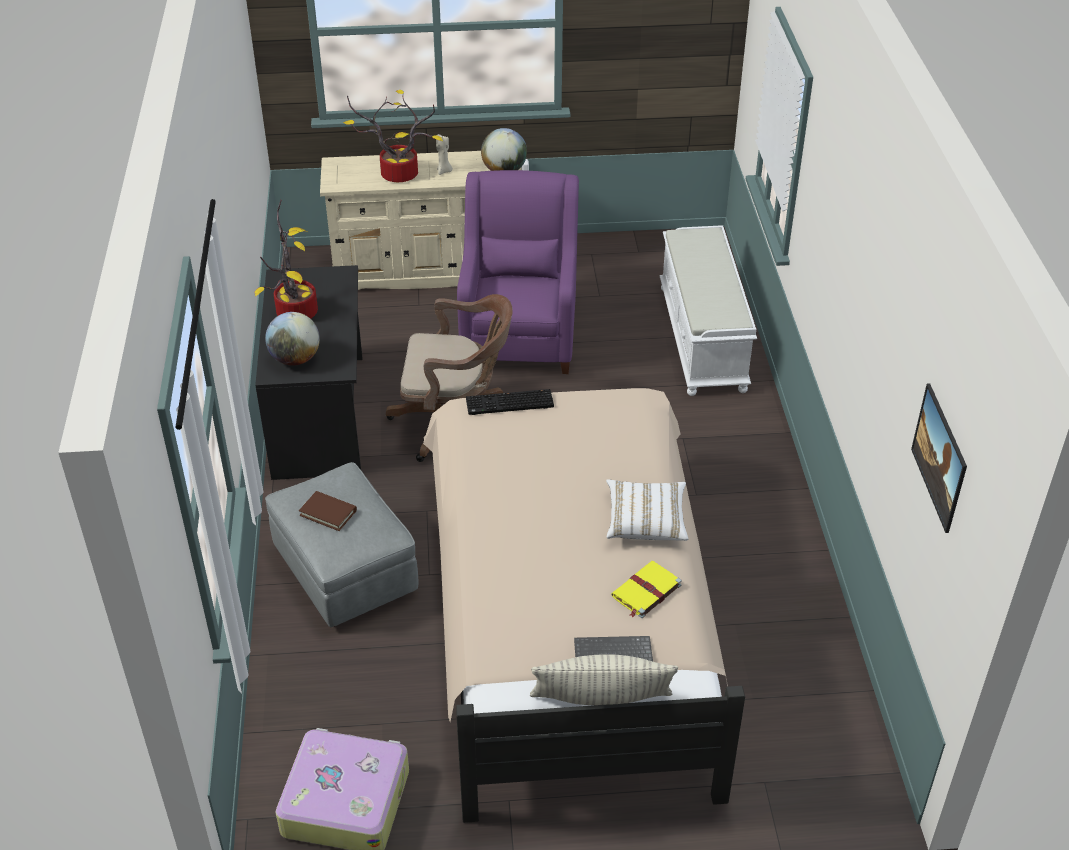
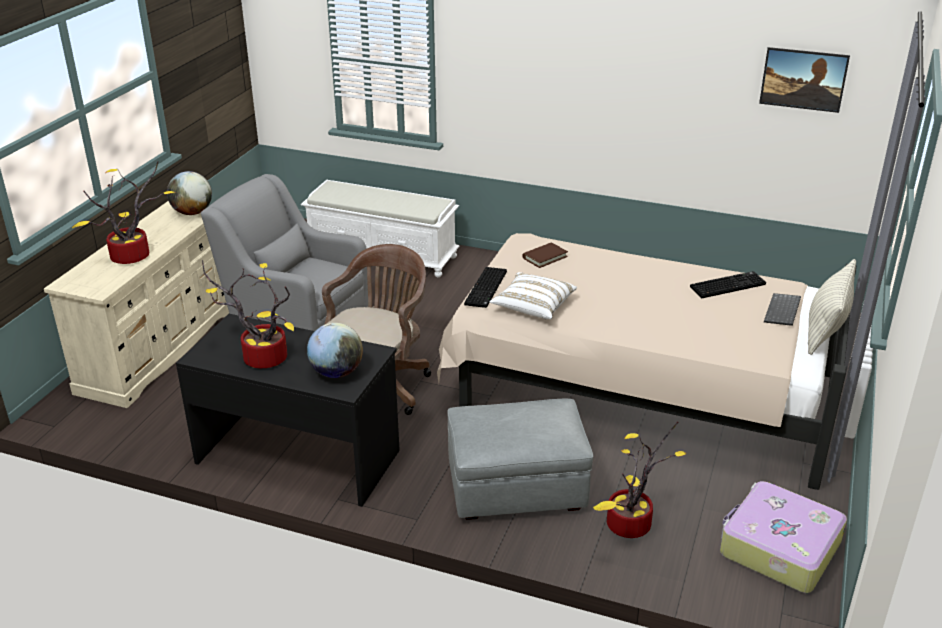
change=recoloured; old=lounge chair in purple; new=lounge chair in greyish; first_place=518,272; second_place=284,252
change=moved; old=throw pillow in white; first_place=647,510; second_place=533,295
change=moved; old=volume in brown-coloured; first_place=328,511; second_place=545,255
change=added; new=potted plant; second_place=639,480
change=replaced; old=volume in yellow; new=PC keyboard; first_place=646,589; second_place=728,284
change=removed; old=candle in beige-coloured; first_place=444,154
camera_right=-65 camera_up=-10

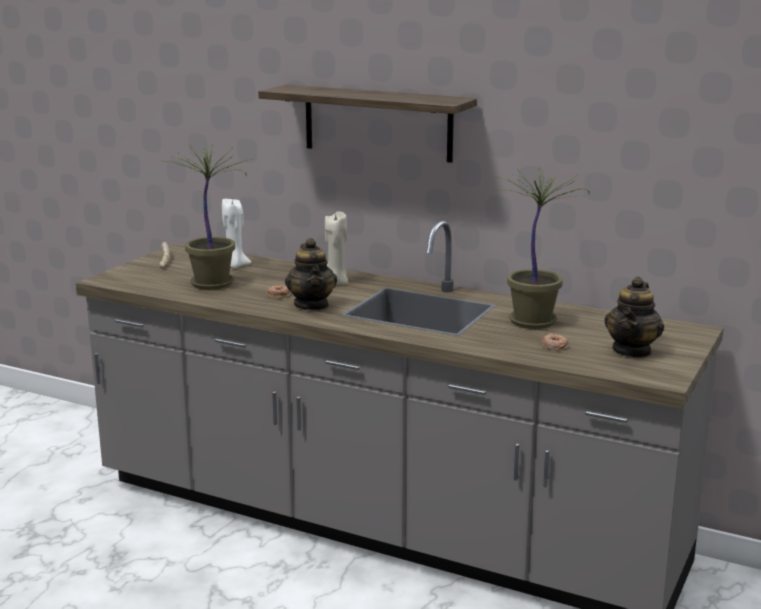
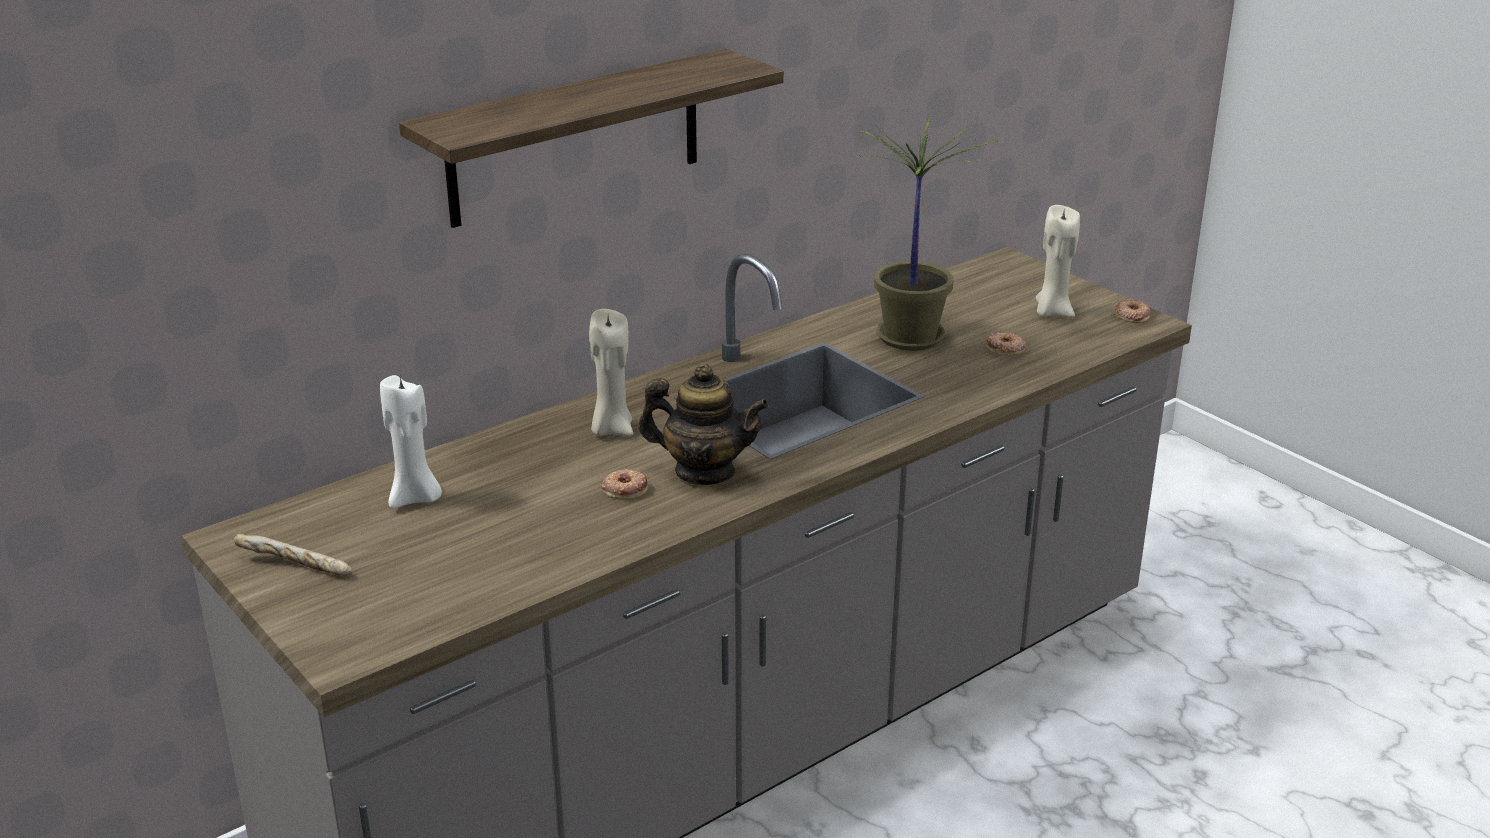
change=replaced; old=tea pot; new=candle in beige-coloured; first_place=634,317; second_place=1058,261
change=added; new=donut; second_place=1133,311
change=removed; old=potted plant; first_place=207,217
camera_right=-65 camera_up=10

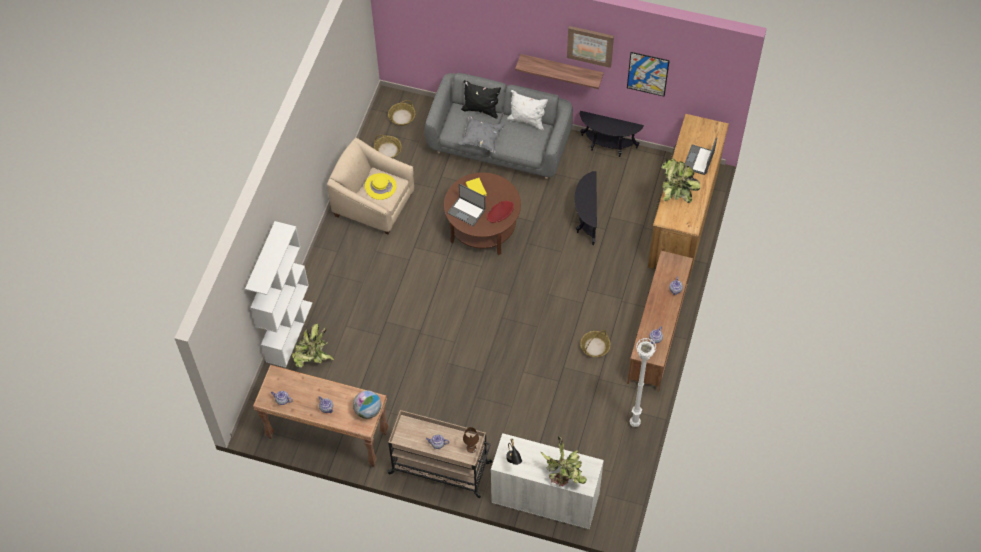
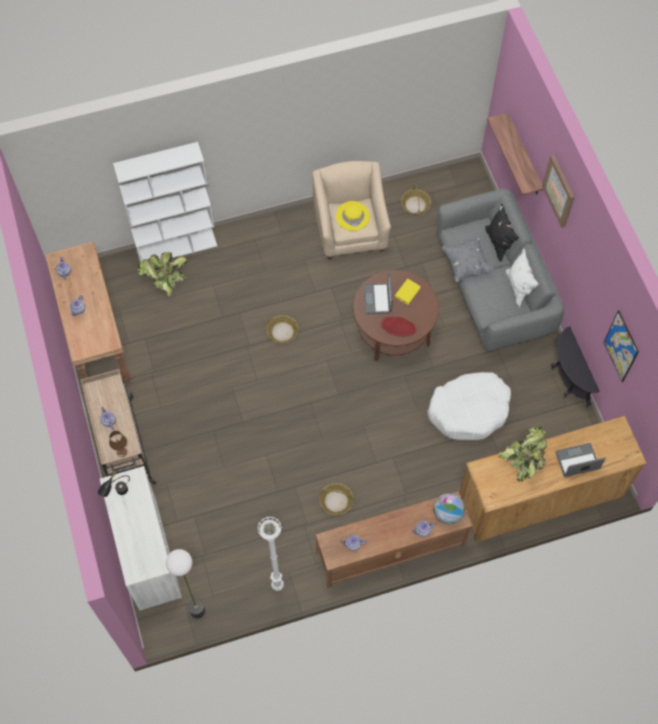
change=added; new=standard lamp; second_place=185,583
change=moved; old=household basket; first_place=401,113; second_place=282,329
change=replaced; old=end table in black; new=dog cushion in white; first_place=585,208; second_place=469,406
change=moved; old=world globe; first_place=367,404; second_place=449,509
change=moved; old=shelf; first_place=559,71; second_place=515,154
change=moved; old=picture; first_place=590,47; second_place=558,191
change=removed; old=potted plant; first_place=564,461
camera_right=55 camera_up=5

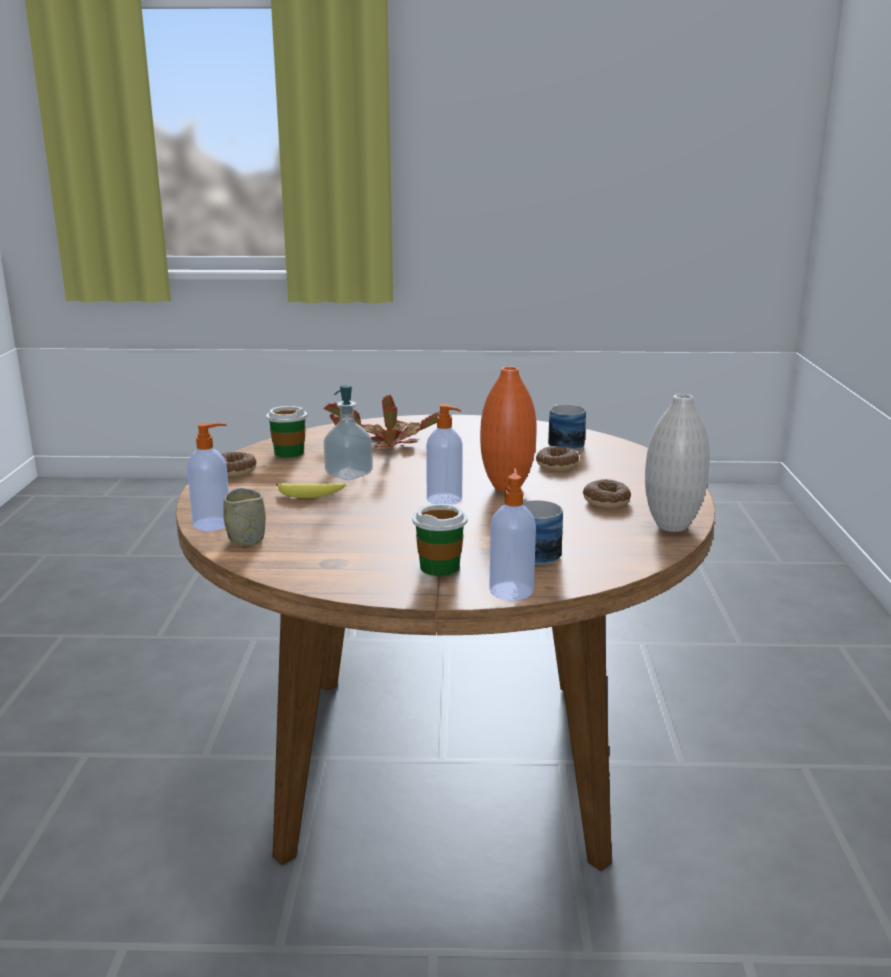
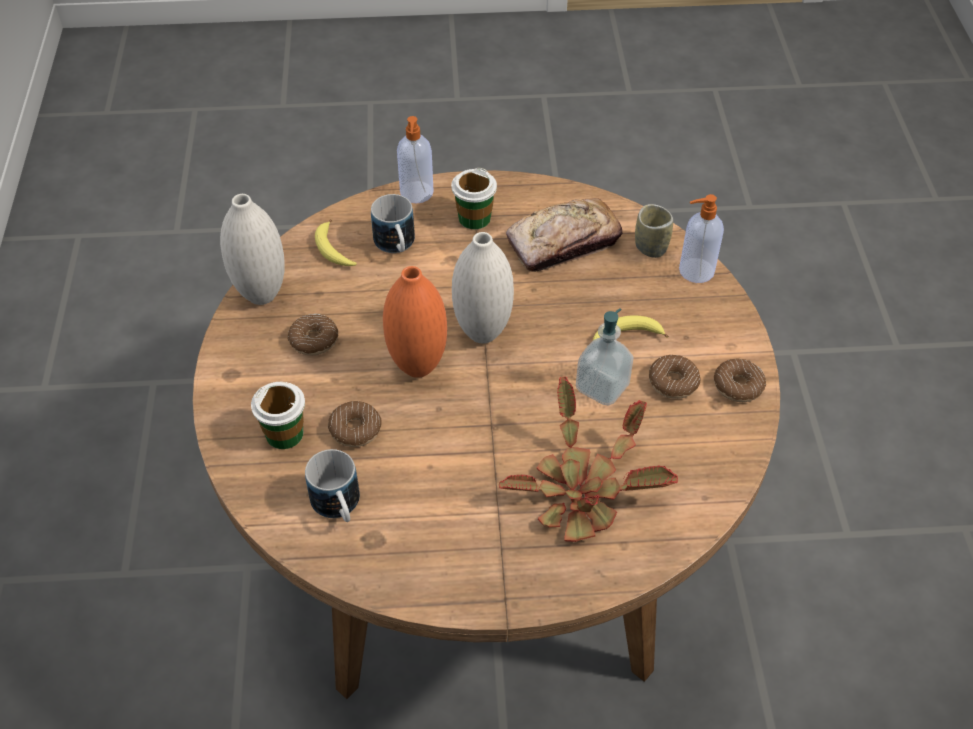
change=moved; old=small cup; first_place=286,432; second_place=278,415
change=added; new=banana; second_place=336,242
change=replaced; old=soap dispenser; new=vase in white; first_place=444,454; second_place=483,287
change=added; new=bakery bread; second_place=564,235
change=added; new=donut; second_place=675,377
camera_right=175 camera_up=30

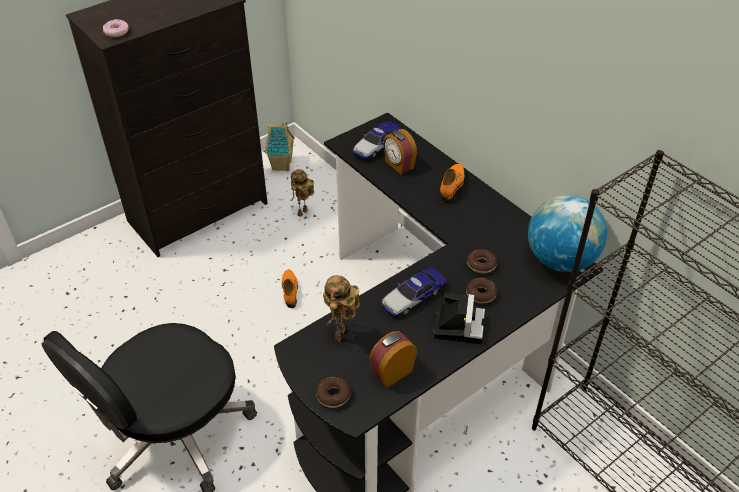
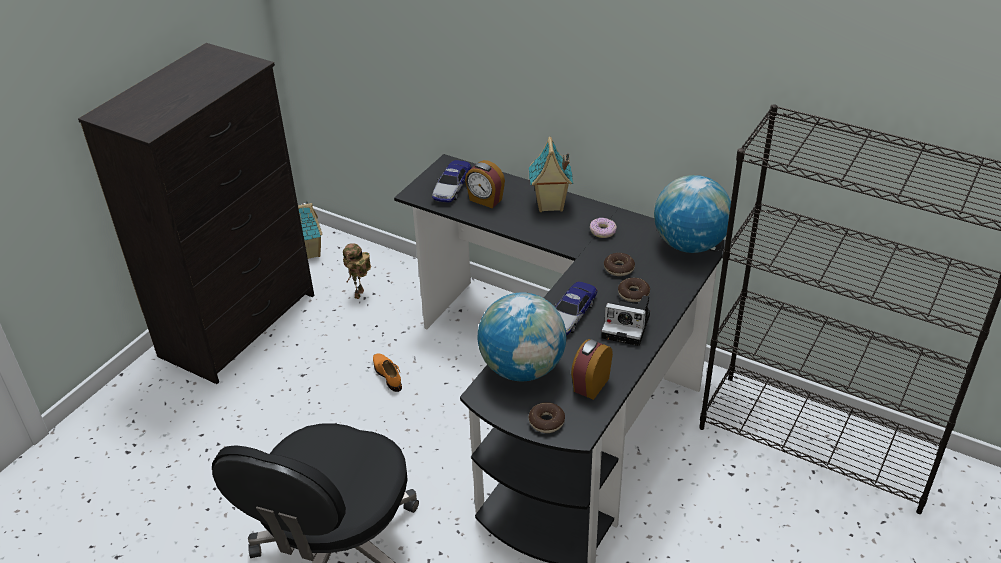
change=replaced; old=model robot; new=world globe; first_place=341,308; second_place=522,336
change=replaced; old=shoe in orangey; new=toy house; first_place=452,183; second_place=551,174
change=moved; old=donut; first_place=116,28; second_place=603,228
change=turned; old=photo camera; first_place=459,318; second_place=625,320; degrees=120
camera_right=-20 camera_up=-5

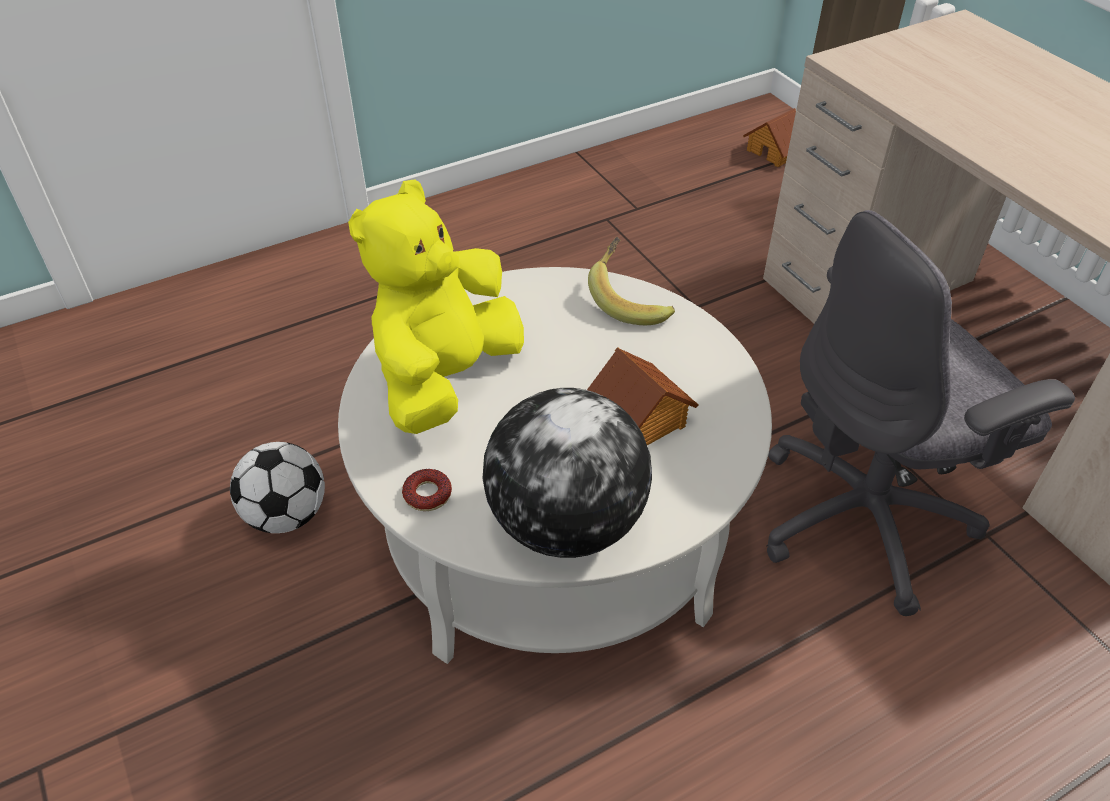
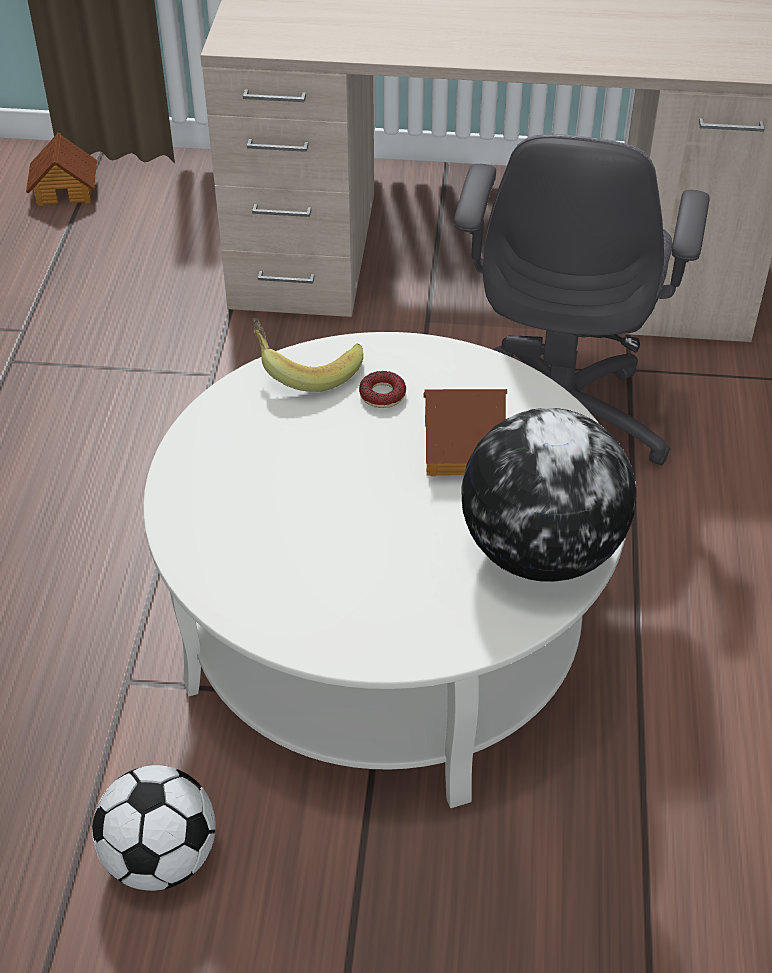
change=moved; old=donut; first_place=427,490; second_place=382,389
change=removed; old=cuddly toy in yellow; first_place=436,306
camera_right=-55 camera_up=0

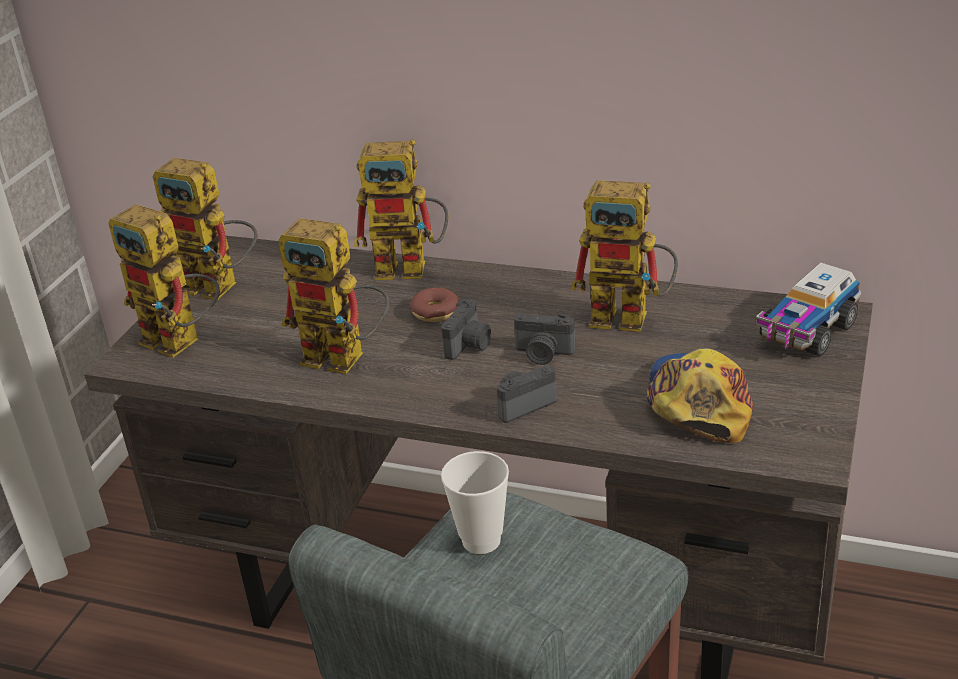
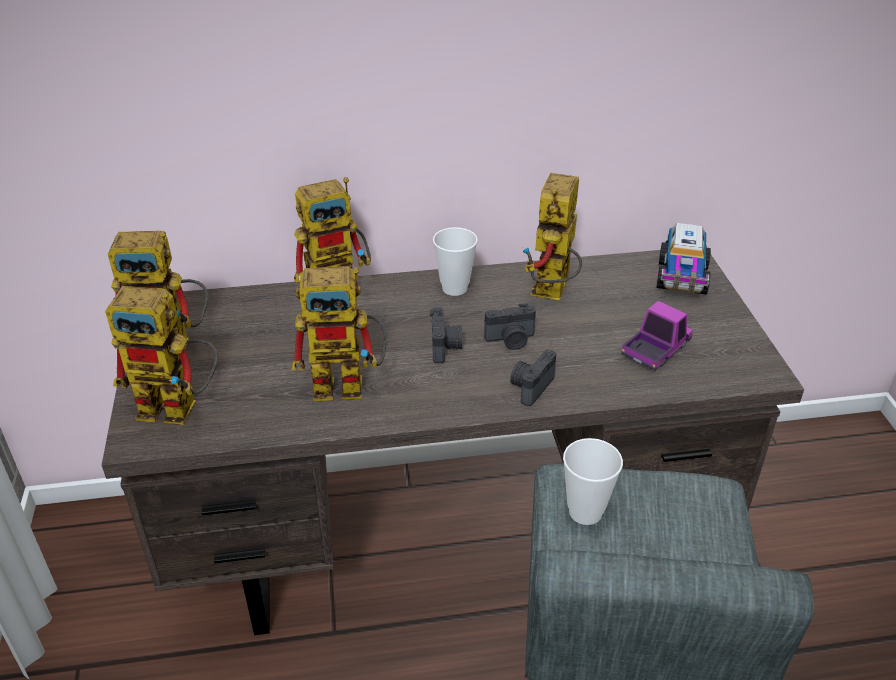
change=added; new=small cup; second_place=455,261
change=turned; old=model robot; first_place=624,256; second_place=552,236; degrees=120
change=replaced; old=baseball cap; new=toy truck; first_place=700,395; second_place=657,336
change=removed; old=donut; first_place=434,305
camera_right=-30 camera_up=5

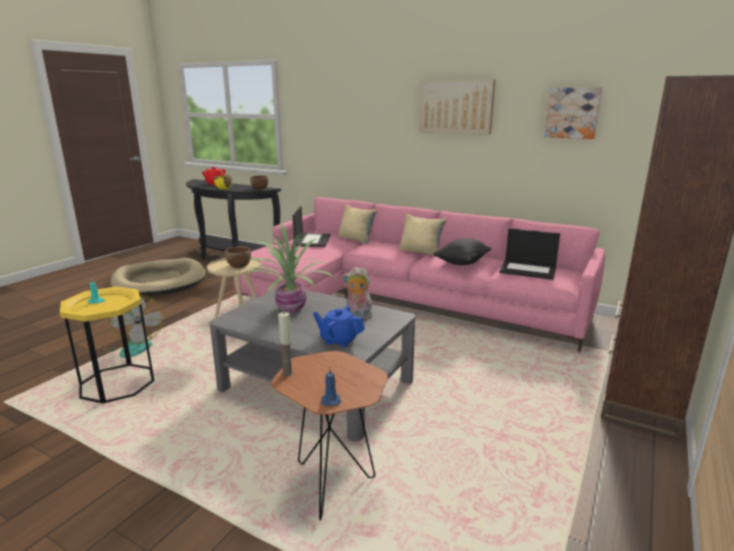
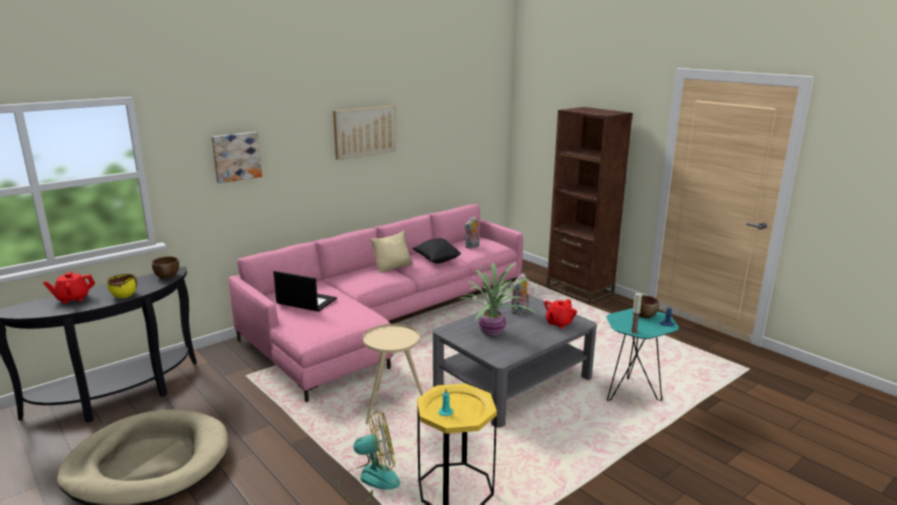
change=moved; old=picture; first_place=573,113; second_place=236,157
change=replaced; old=notebook computer; new=cuddly toy; first_place=529,254; second_place=471,232
change=recoloured; old=tea pot in bluish; new=tea pot in red-coloured; first_place=339,326; second_place=560,314
change=recoloured; old=end table in brown-coloured; new=end table in turquoise-coloured; first_place=329,435; second_place=642,354
change=moved; old=serving bowl in brown-coloured; first_place=238,257; second_place=646,306
change=removed; old=throw pillow in beige-coloured; first_place=357,224
camera_right=-70 camera_up=0

